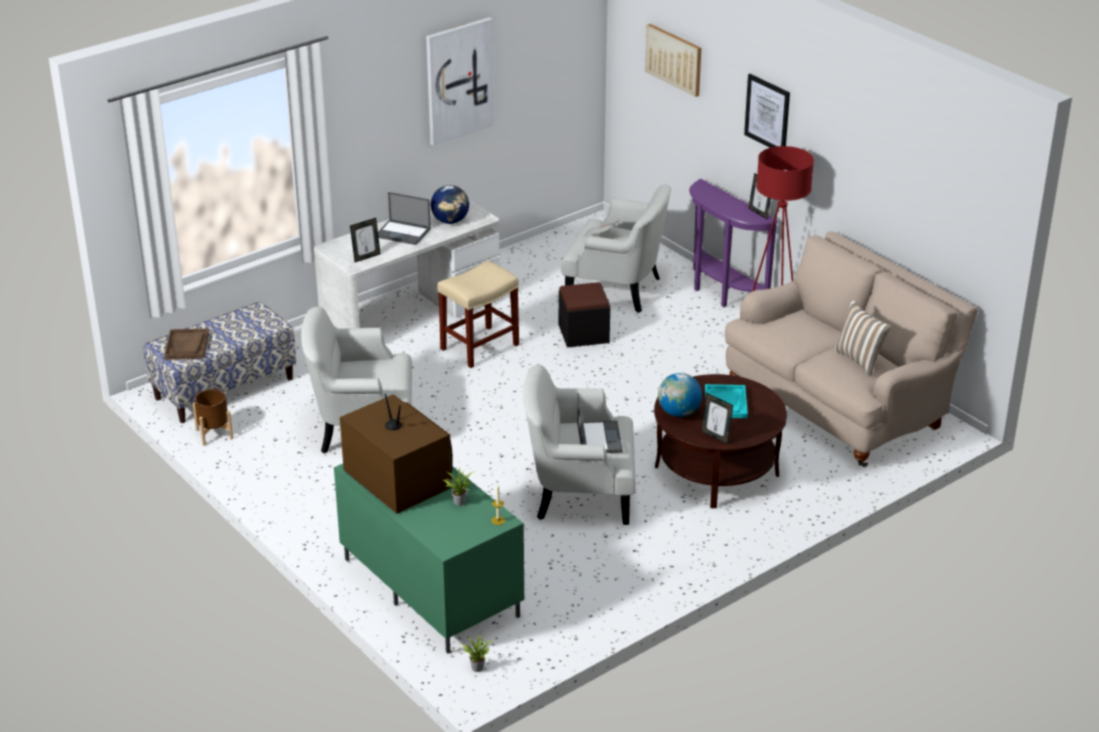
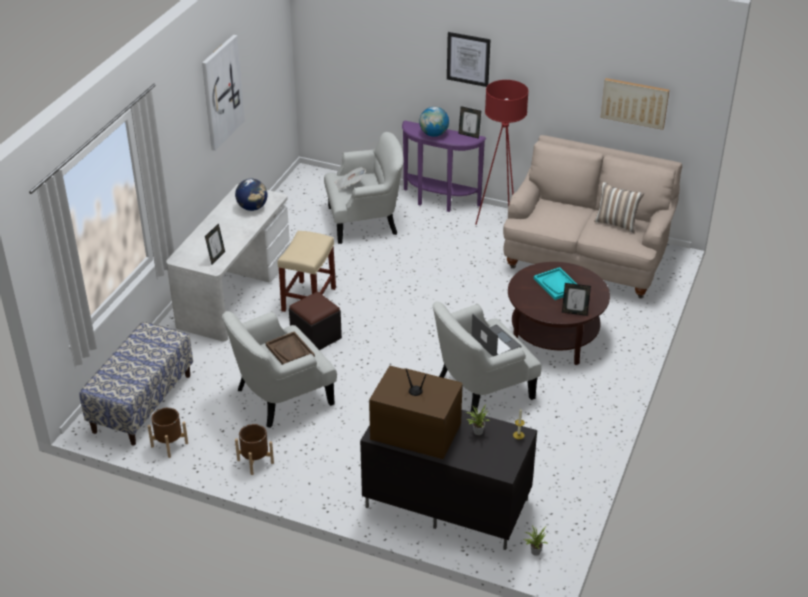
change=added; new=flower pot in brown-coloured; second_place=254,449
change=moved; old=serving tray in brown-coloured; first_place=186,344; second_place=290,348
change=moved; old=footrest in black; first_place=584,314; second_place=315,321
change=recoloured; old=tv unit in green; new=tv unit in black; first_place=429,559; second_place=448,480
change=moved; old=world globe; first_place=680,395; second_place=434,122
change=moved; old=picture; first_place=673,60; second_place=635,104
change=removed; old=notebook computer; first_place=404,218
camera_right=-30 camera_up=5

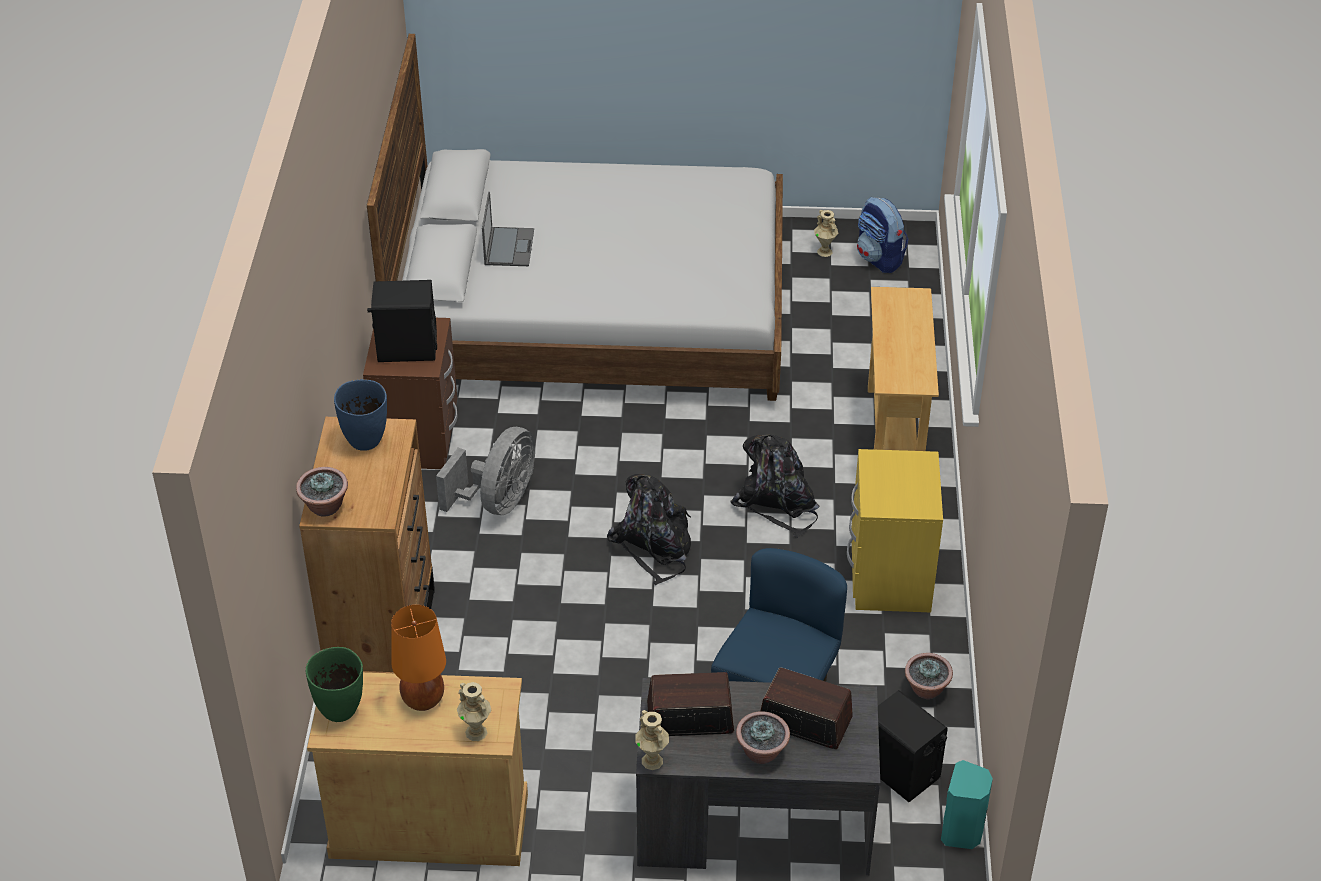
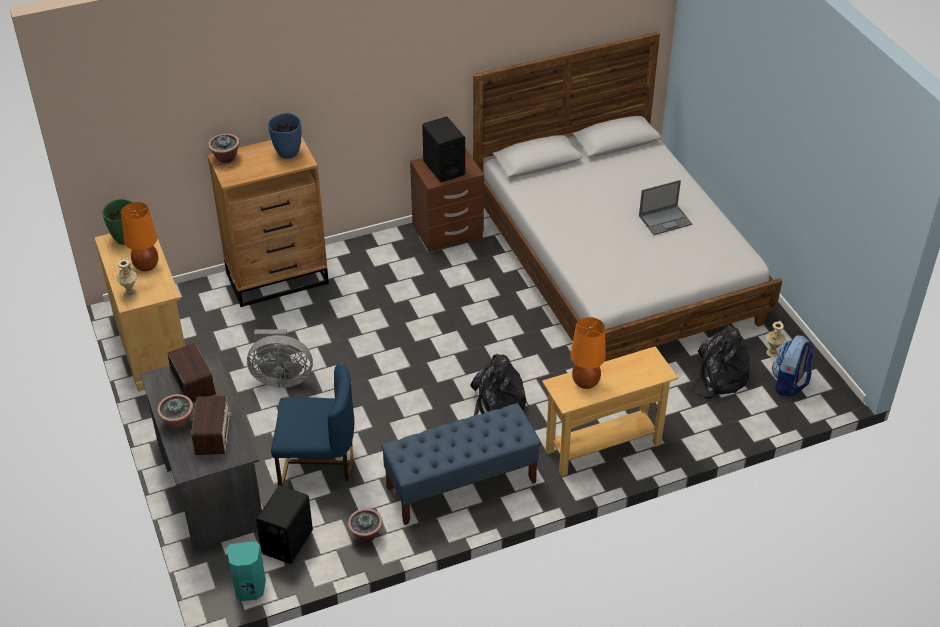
change=moved; old=cooling fan in greyish; first_place=485,471; second_place=280,358
change=replaced; old=bedside table in yellow; new=indoor bench in bluish; first_place=895,530; second_place=461,464
change=added; new=table lamp in orangey; second_place=588,353
change=moved; old=notebook computer; first_place=508,229; second_place=665,207
change=moved; old=backpack in black; first_place=649,529; second_place=718,362
change=removed; old=vase in beige-coloured; first_place=652,740
camera_right=65 camera_up=0

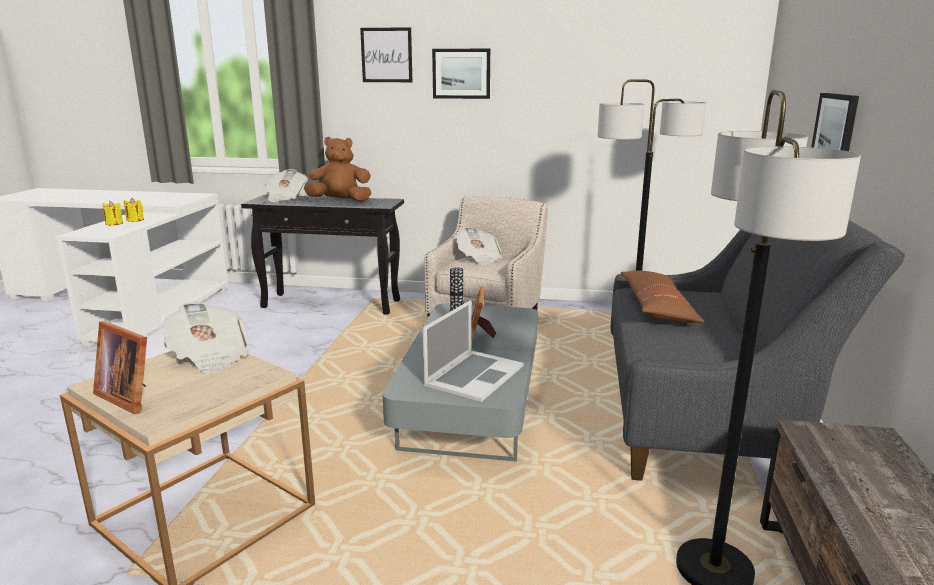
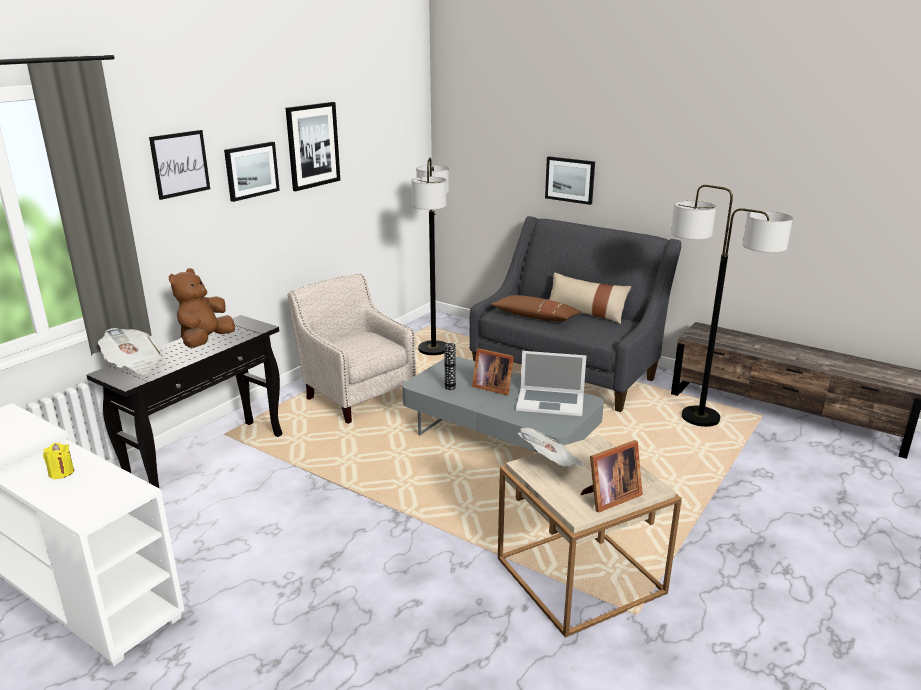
change=added; new=picture; second_place=313,146
change=turned; old=notebook computer; first_place=473,351; second_place=551,383; degrees=135
change=added; new=throw pillow in beige-coloured; second_place=590,298
change=removed; old=candle in yellow; first_place=112,213
change=removed; old=newspaper; first_place=479,246
camera_right=-65 camera_up=5

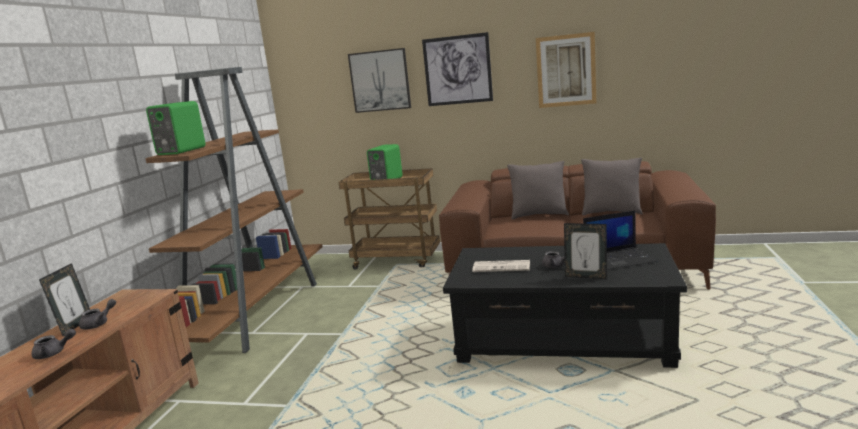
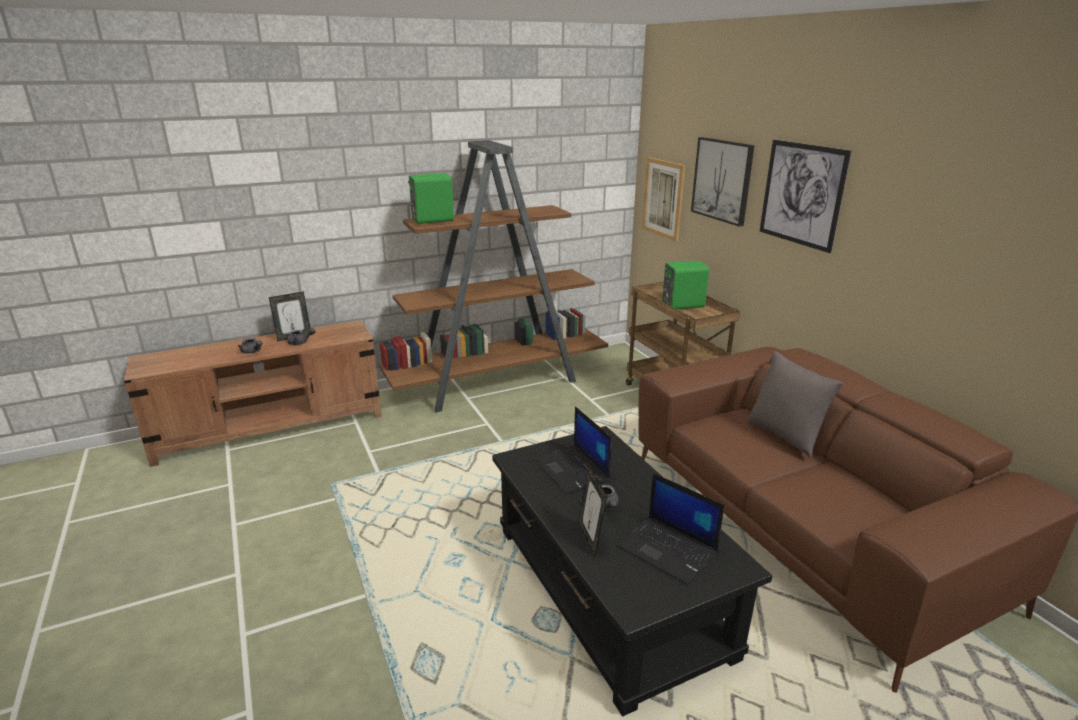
change=replaced; old=newspaper; new=notebook computer; first_place=501,266; second_place=573,450
change=moved; old=picture; first_place=566,70; second_place=663,199
change=removed; old=throw pillow in greyish; first_place=612,186
camera_right=50 camera_up=10

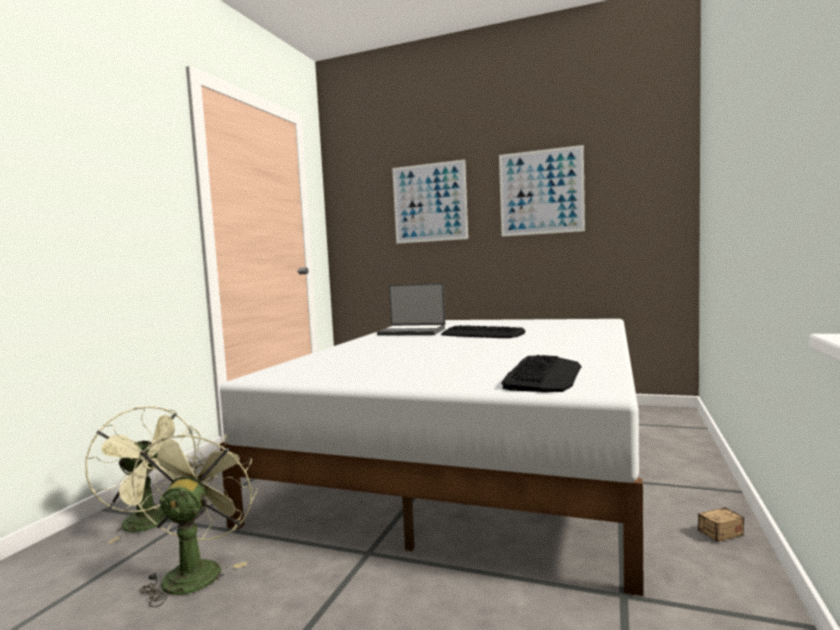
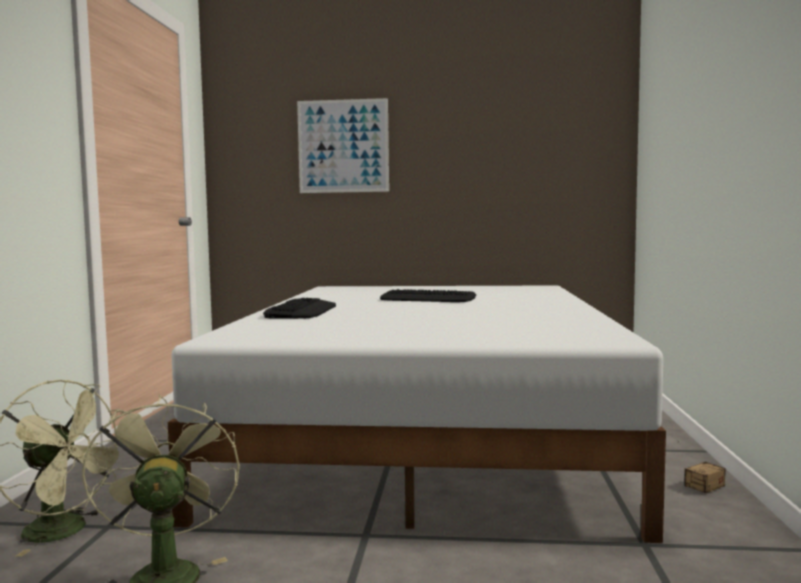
change=moved; old=PC keyboard; first_place=541,373; second_place=299,308
change=removed; old=notebook computer; first_place=411,309
change=removed; old=picture; first_place=542,191
camera_right=-15 camera_up=0

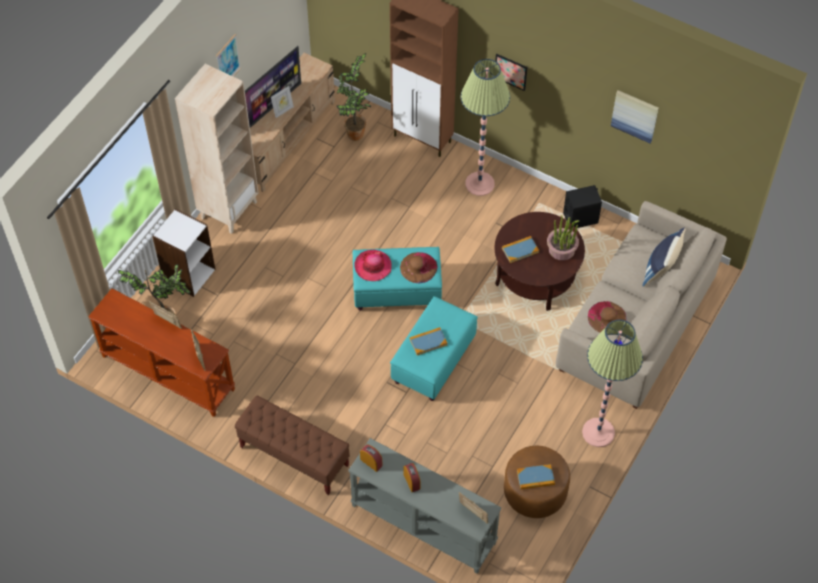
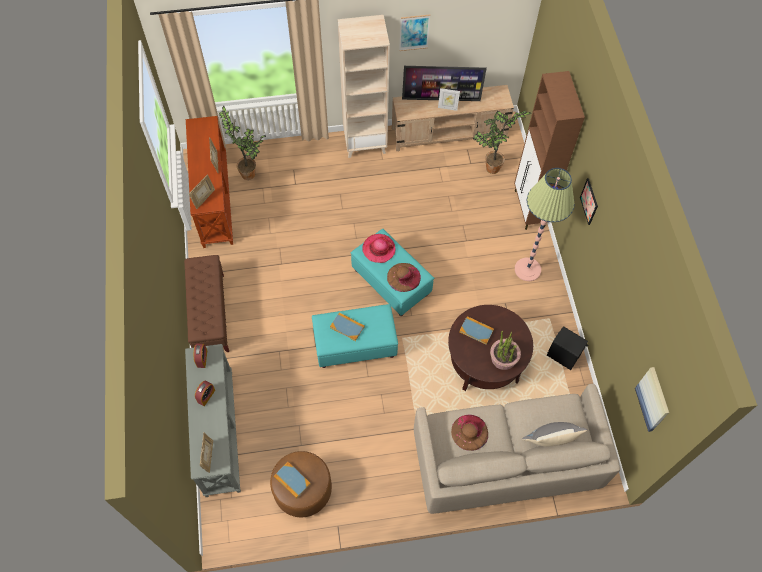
change=recoloured; old=throw pillow in bluish; new=throw pillow in greyish; first_place=664,257; second_place=554,434
change=moved; old=picture; first_place=635,116; second_place=652,399
change=removed; old=bookcase in white; first_place=183,253
change=removed; old=standard lamp; first_place=612,383
camera_right=50 camera_up=5

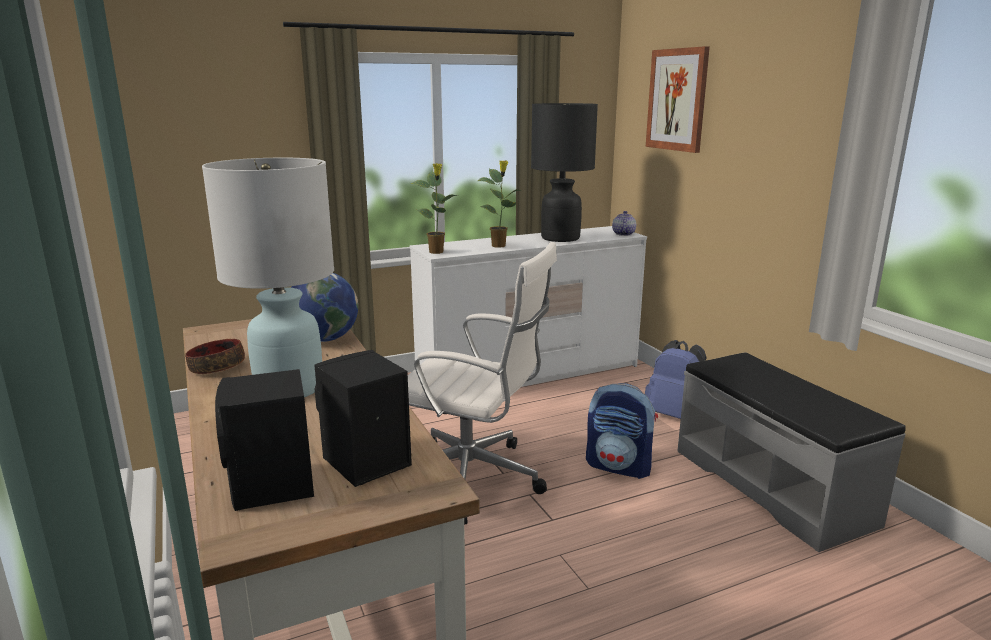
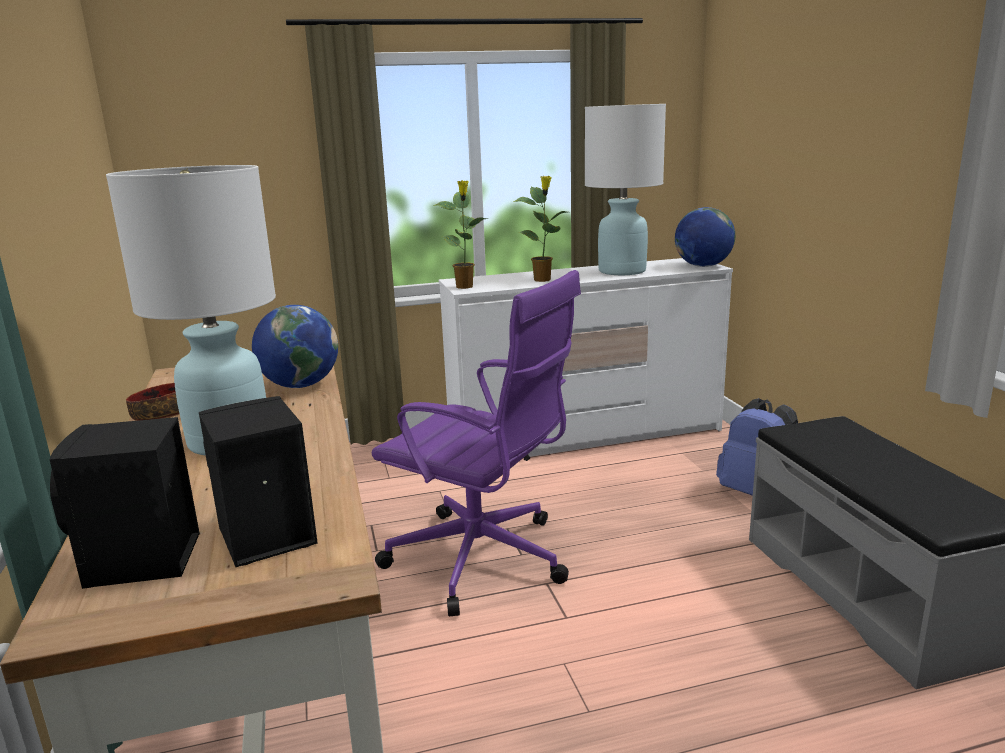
change=recoloured; old=office chair in white; new=office chair in purple; first_place=482,383; second_place=476,443
change=recoloured; old=table lamp in black; new=table lamp in white; first_place=564,172; second_place=625,189
change=replaced; old=tea pot; new=world globe; first_place=624,223; second_place=705,237
change=removed; old=backpack; first_place=622,431
change=removed; old=picture; first_place=678,99
camera_right=10 camera_up=0

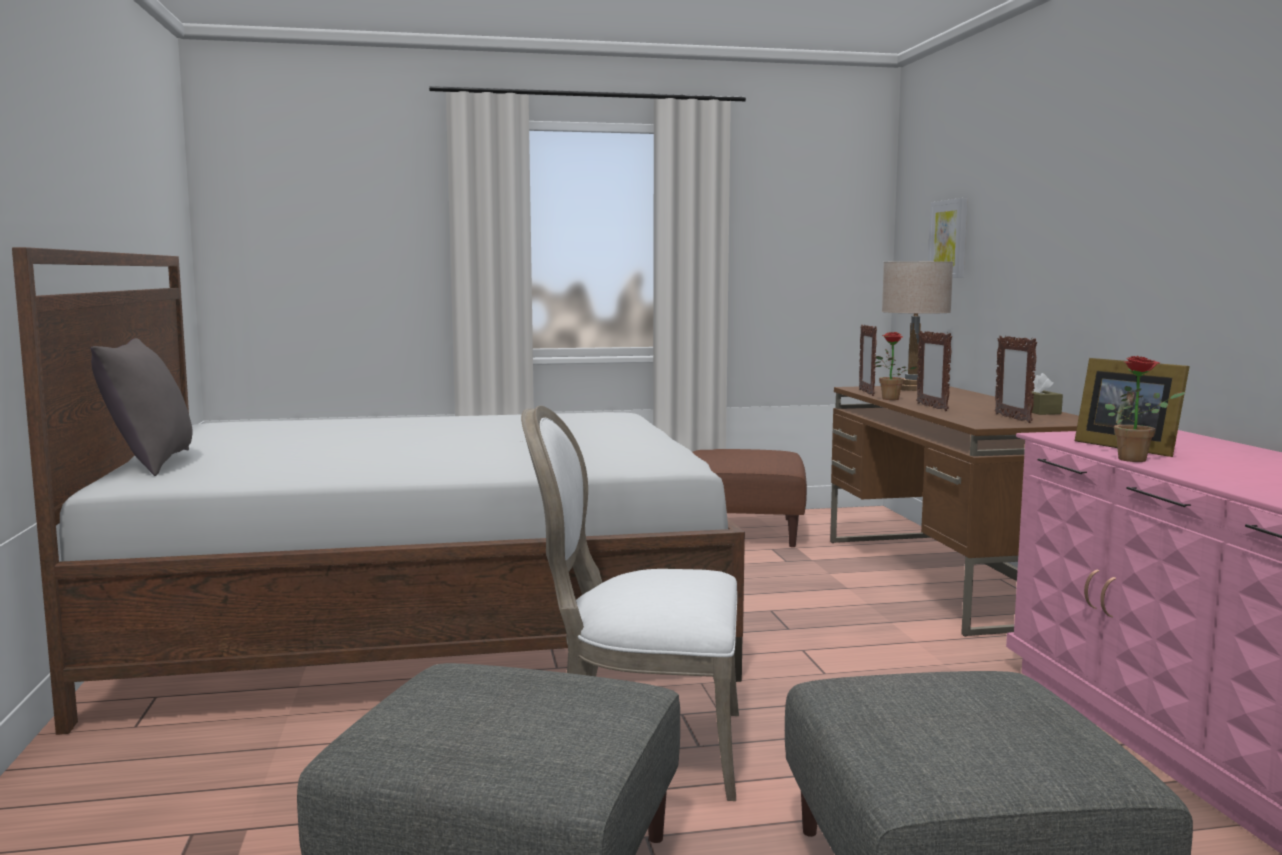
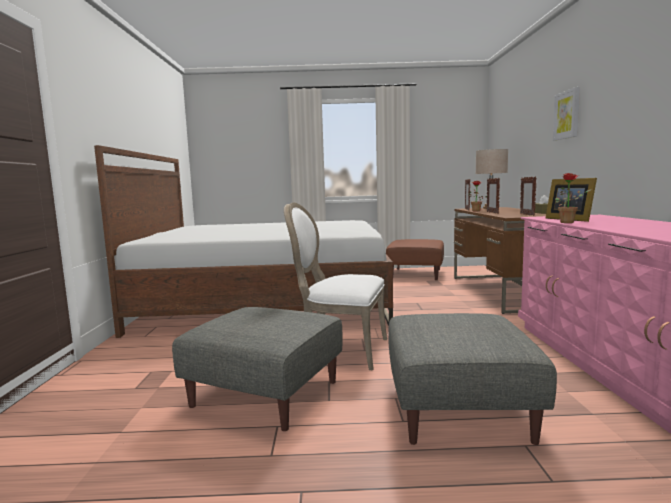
change=moved; old=picture; first_place=948,238; second_place=566,114
change=removed; old=throw pillow in greyish; first_place=142,407
camera_right=10 camera_up=0

